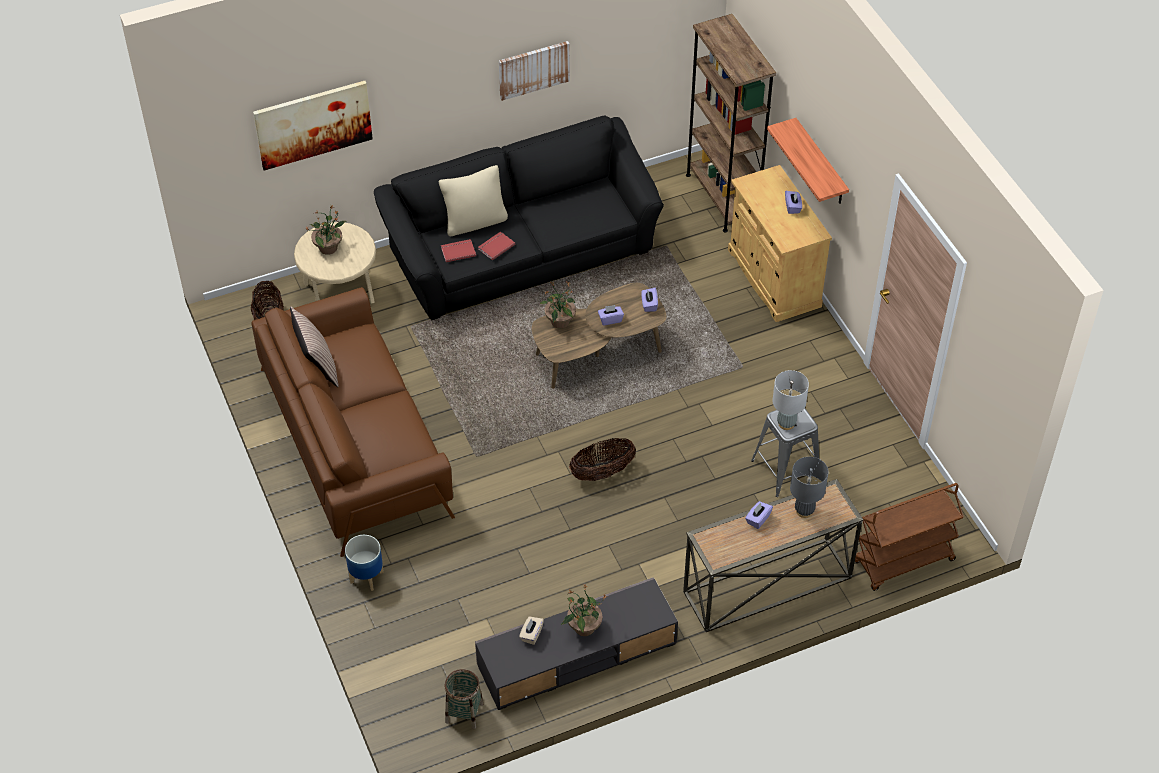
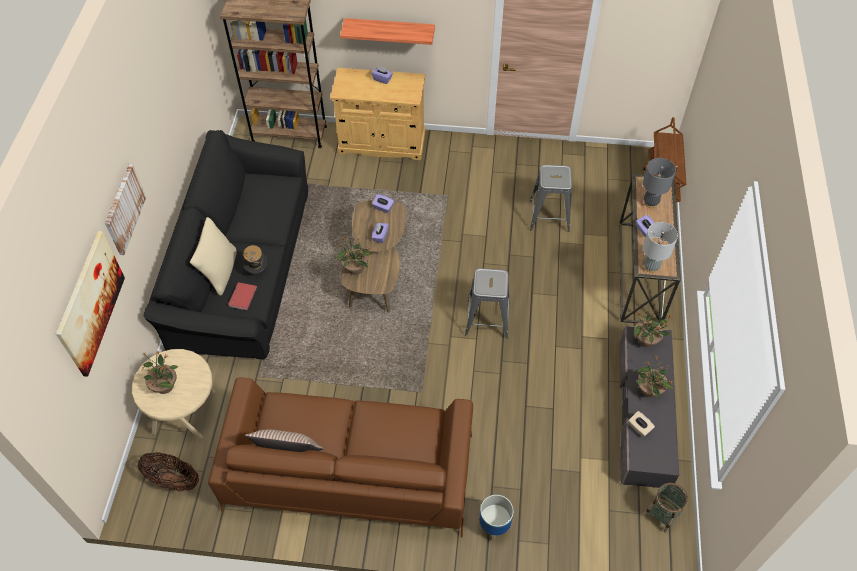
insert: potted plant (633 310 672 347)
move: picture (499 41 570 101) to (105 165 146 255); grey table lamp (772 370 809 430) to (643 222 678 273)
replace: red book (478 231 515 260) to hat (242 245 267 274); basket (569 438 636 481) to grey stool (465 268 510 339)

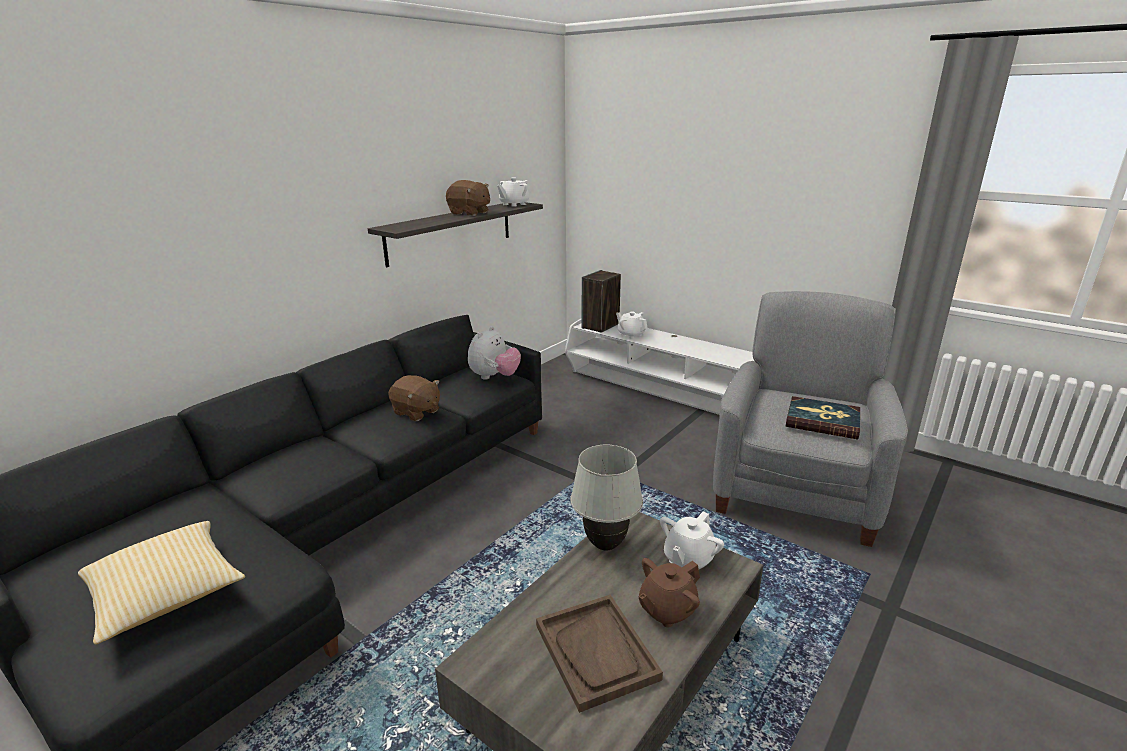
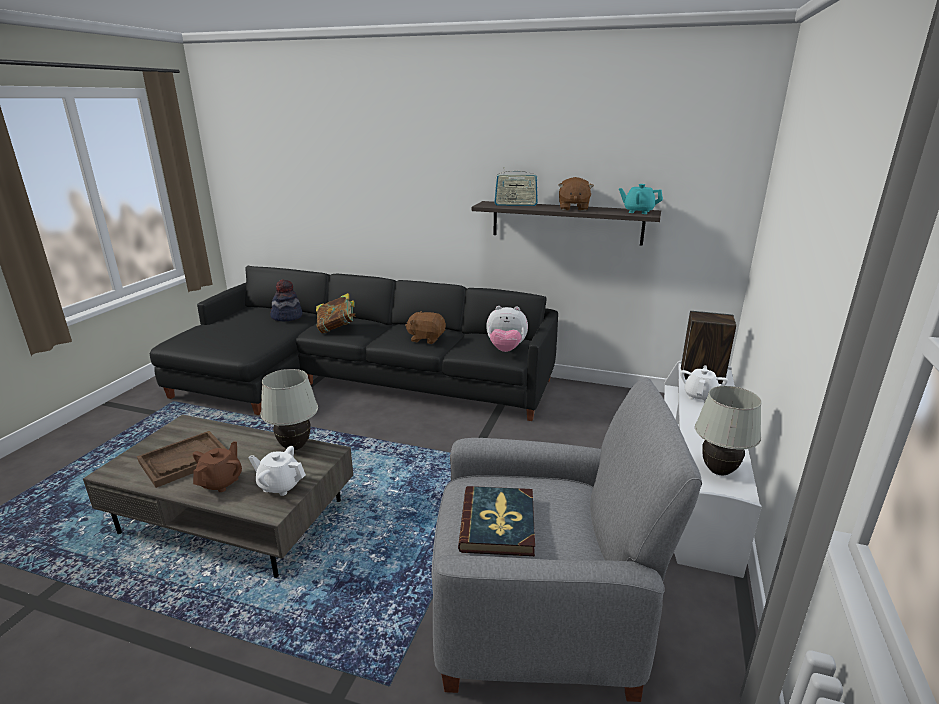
delete: pillow (78 521 245 645)
insert: radio (494 167 538 206); hat (270 279 302 321); book (316 293 356 333); white table lamp (695 386 762 475)
recolor: white teapot (497 177 530 207) to turquoise teapot (619 184 663 214)
rotate: brown plush toy (388 375 440 421) = (405 311 446 344) 90 degrees clockwise; brown teapot (638 558 700 628) = (193 441 242 492) 75 degrees clockwise

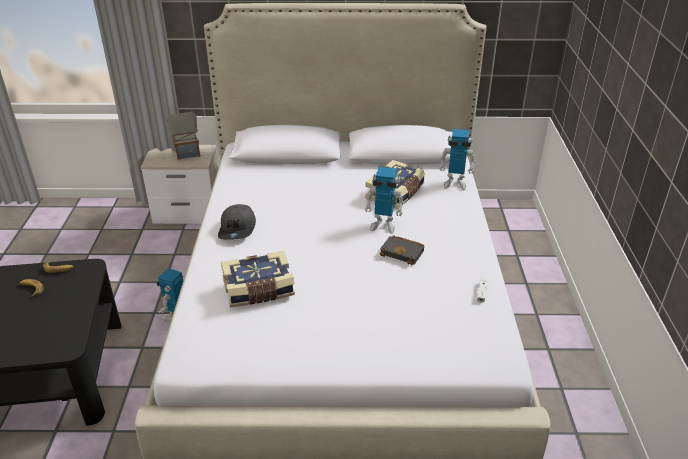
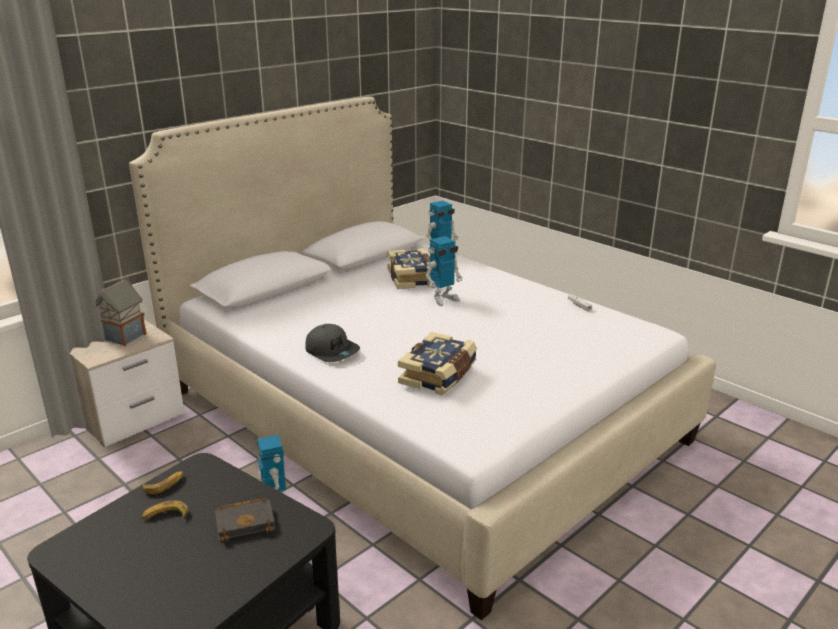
move: black book (379 235 424 265) to (215 498 275 542)

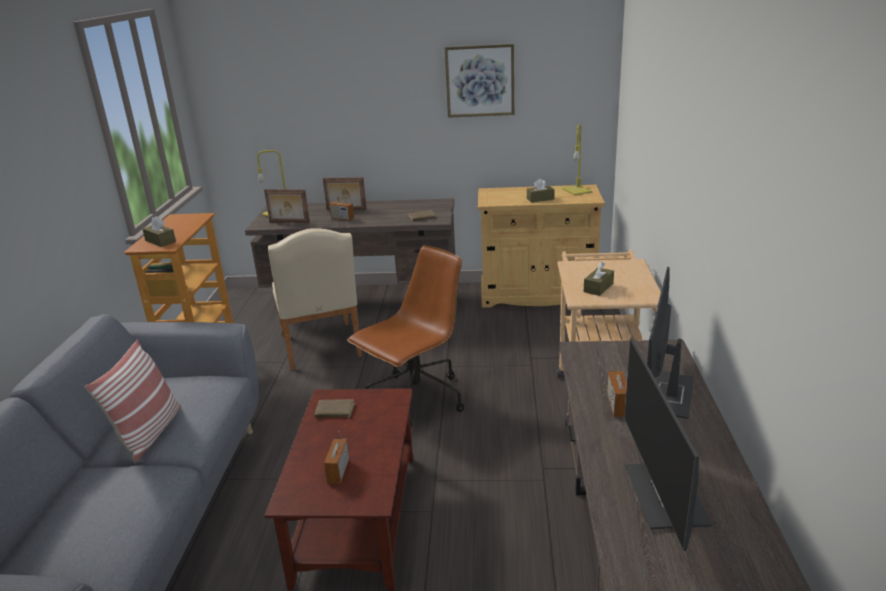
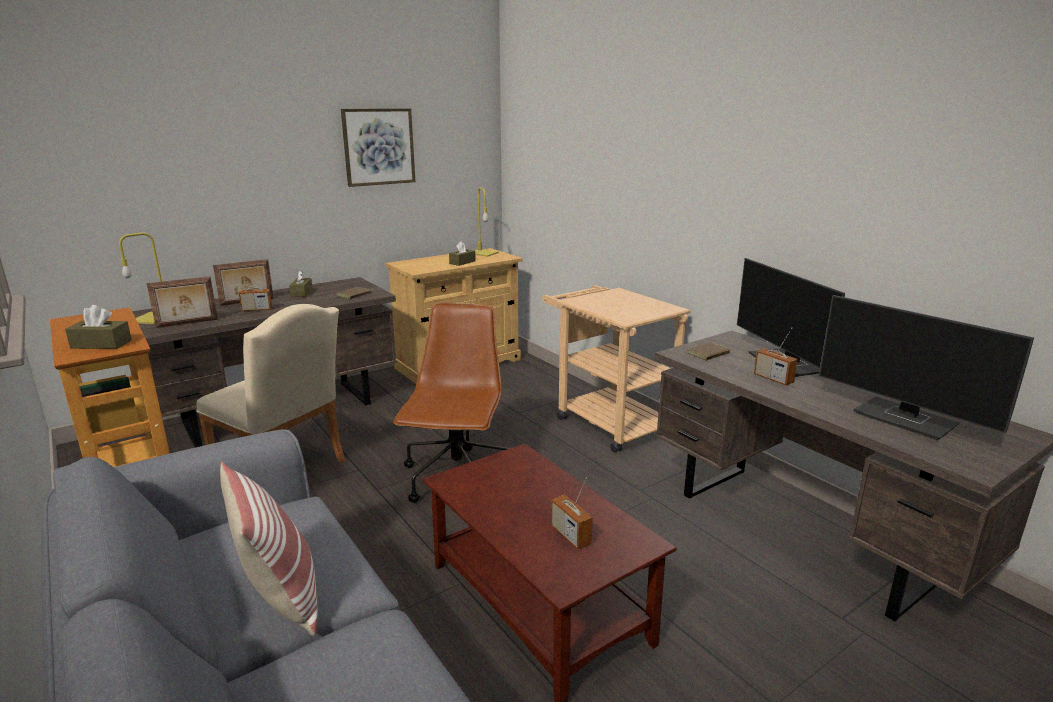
move: brown tissue box (584 262 614 296) to (289 270 313 297); brown book (315 399 355 419) to (687 342 737 361)

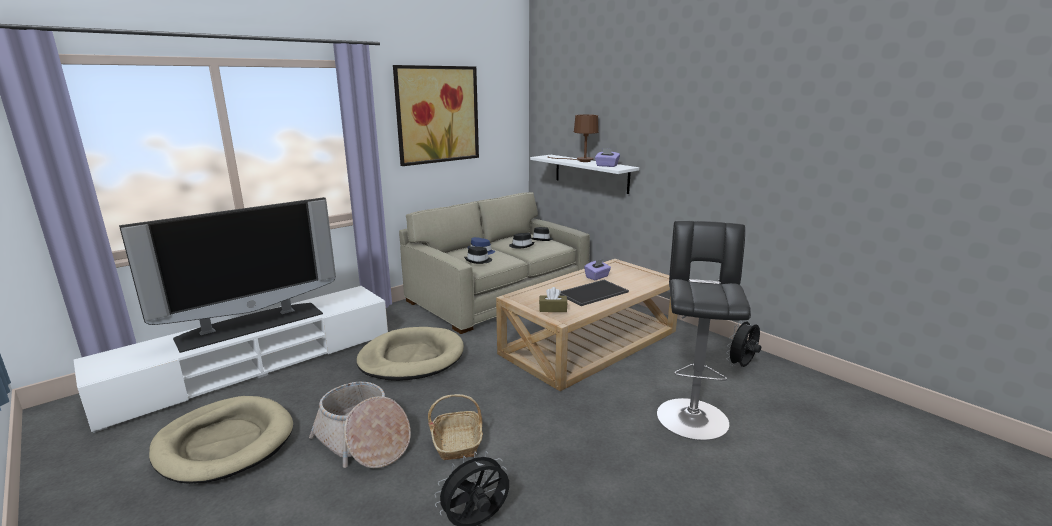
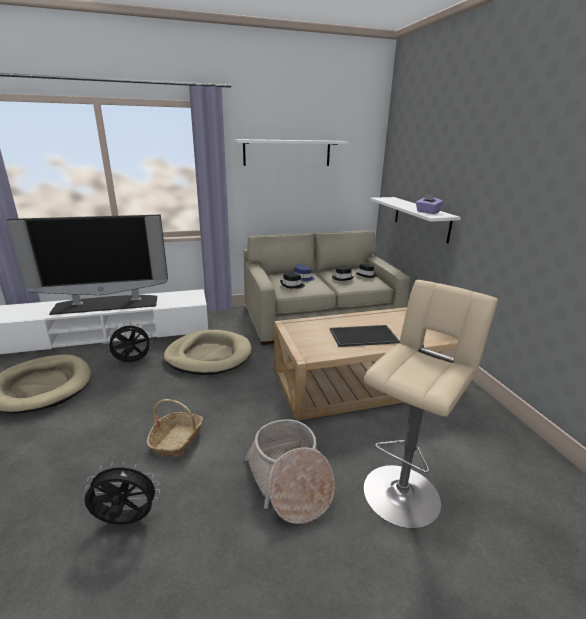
delete: brown table lamp (548 114 599 162); purple tissue box (584 259 611 280); brown tissue box (539 287 568 312)
move: black fan (726 320 761 367) to (107 323 152 362); basket (309 382 411 468) to (244 419 335 524)
replace: picture (393 65 479 166) to white shelf (233 139 349 166)
recolor: black stool (657 221 751 441) to beige stool (364 280 498 529)

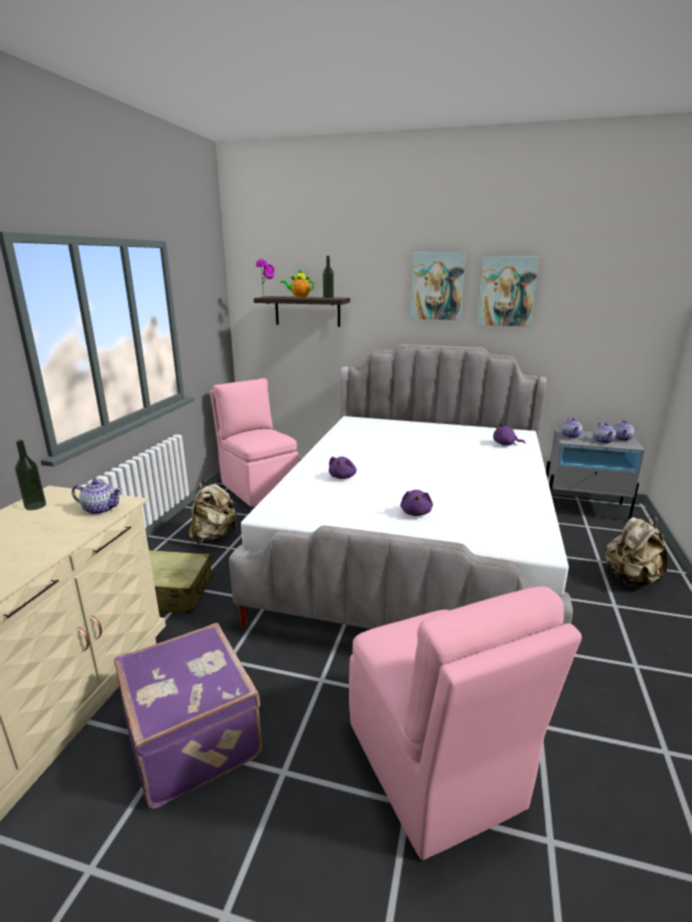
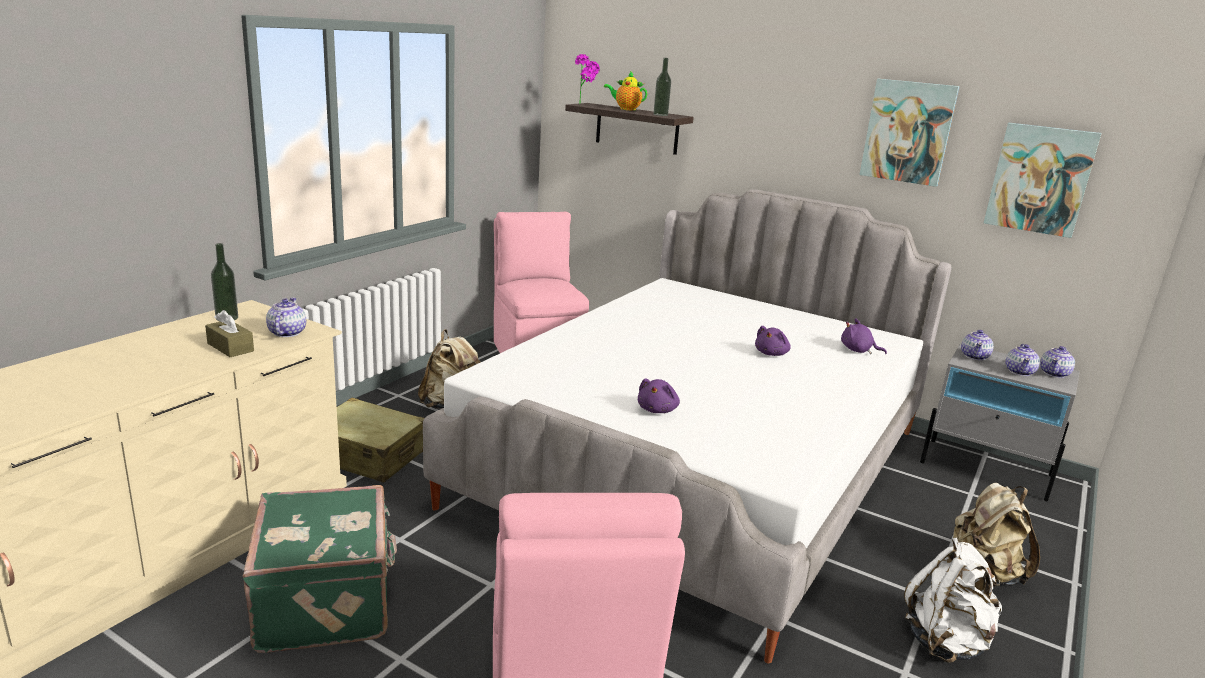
insert: brown tissue box (205 310 254 357); white backpack (904 538 1002 663)
move: picture (410 252 466 320) to (984 123 1102 238); purple plush toy (329 457 357 479) to (755 326 791 356)
recolor: purple suitcase (114 623 262 809) to green suitcase (243 485 397 653)
rotate: teapot (72 480 122 515) = (266 297 306 337) 120 degrees counterclockwise

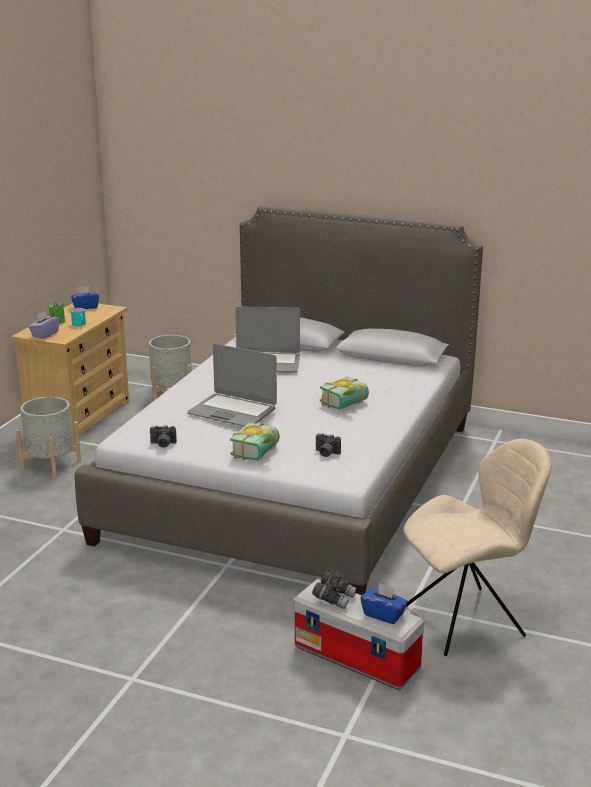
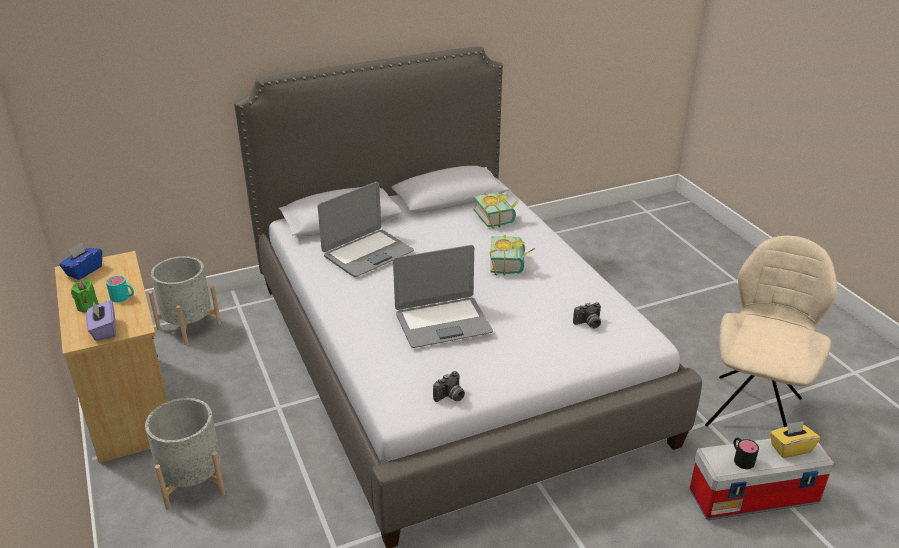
move: book (230 422 280 461) to (474 192 522 229)
replace: grey binoculars (312 570 357 609) to black mug (734 438 759 469)
recolor: blue tissue box (360 583 408 624) to yellow tissue box (770 421 820 458)

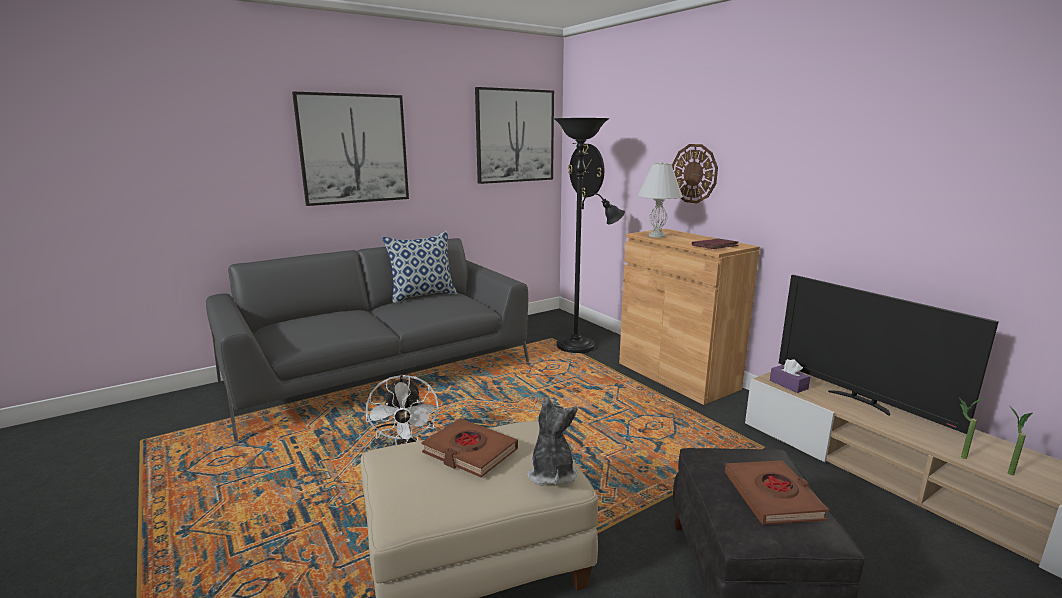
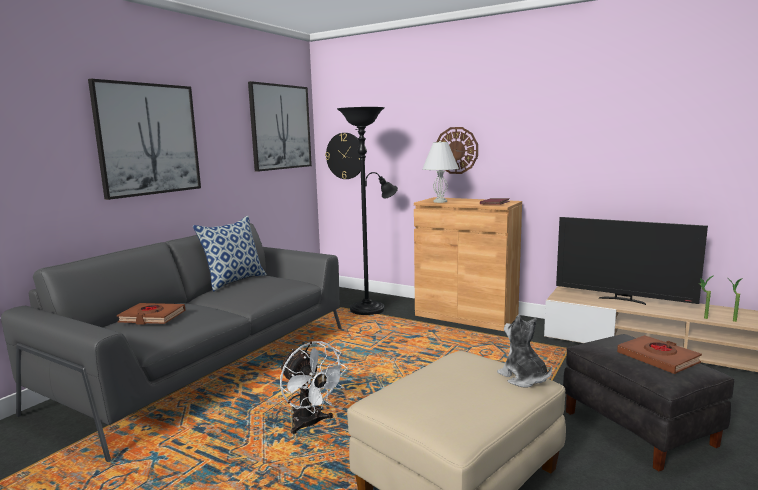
delete: purple tissue box (770 359 810 393)
move: brown book (421 418 518 477) to (117 303 185 325)

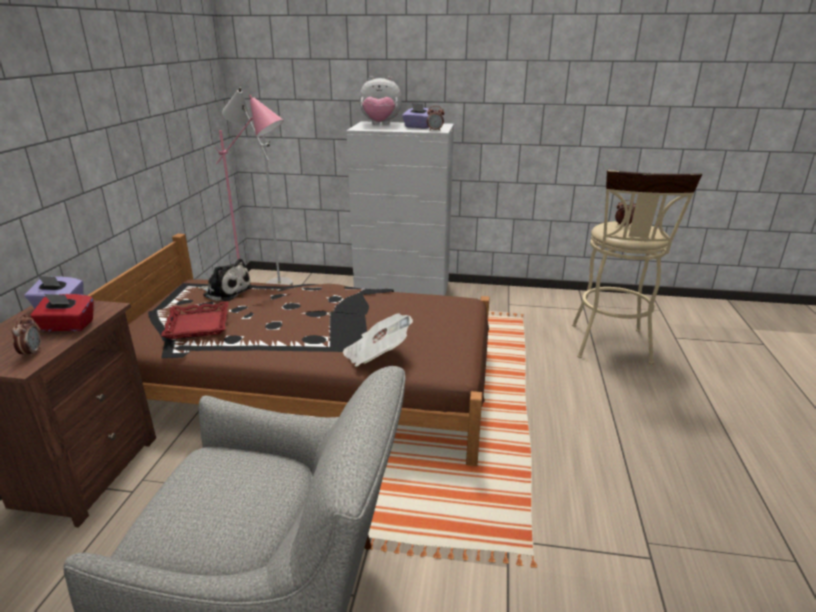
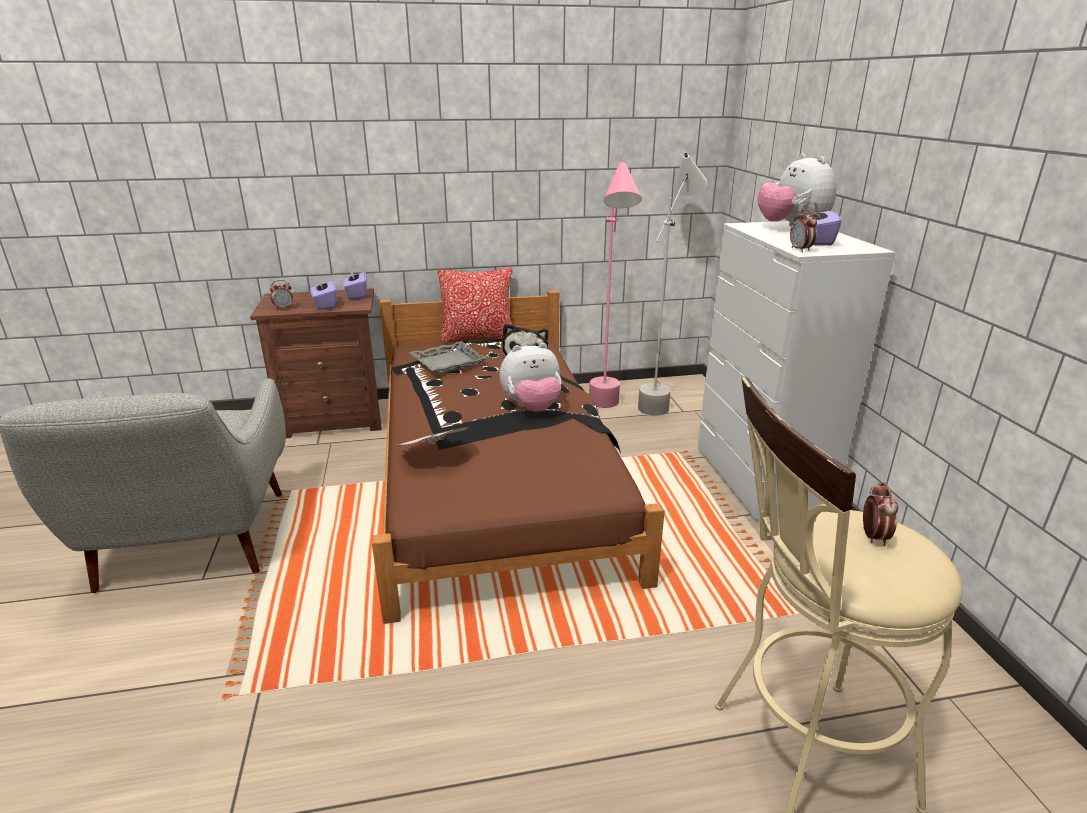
insert: pillow (437 268 513 342); plush toy (500 343 562 411)
recolor: red tissue box (31 294 93 331) to purple tissue box (310 276 337 310); red tray (161 302 229 339) to grey tray (410 341 487 375)

